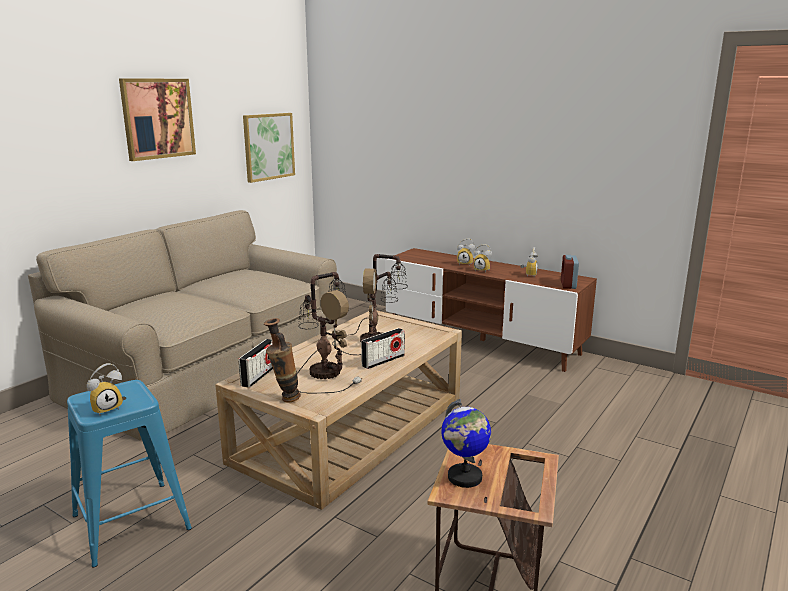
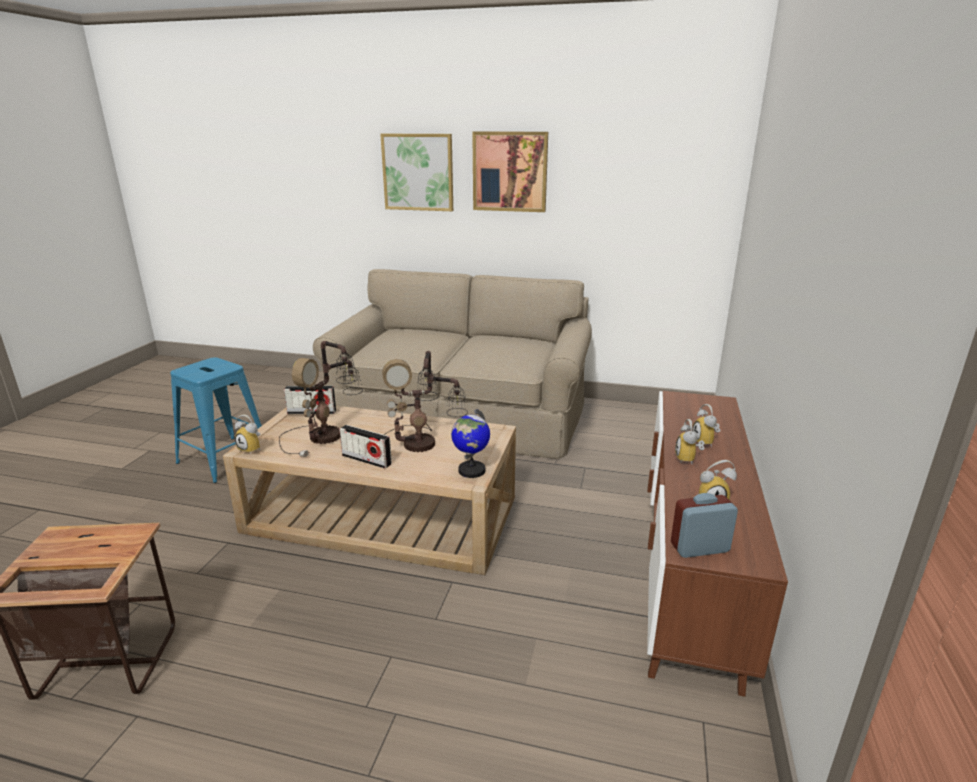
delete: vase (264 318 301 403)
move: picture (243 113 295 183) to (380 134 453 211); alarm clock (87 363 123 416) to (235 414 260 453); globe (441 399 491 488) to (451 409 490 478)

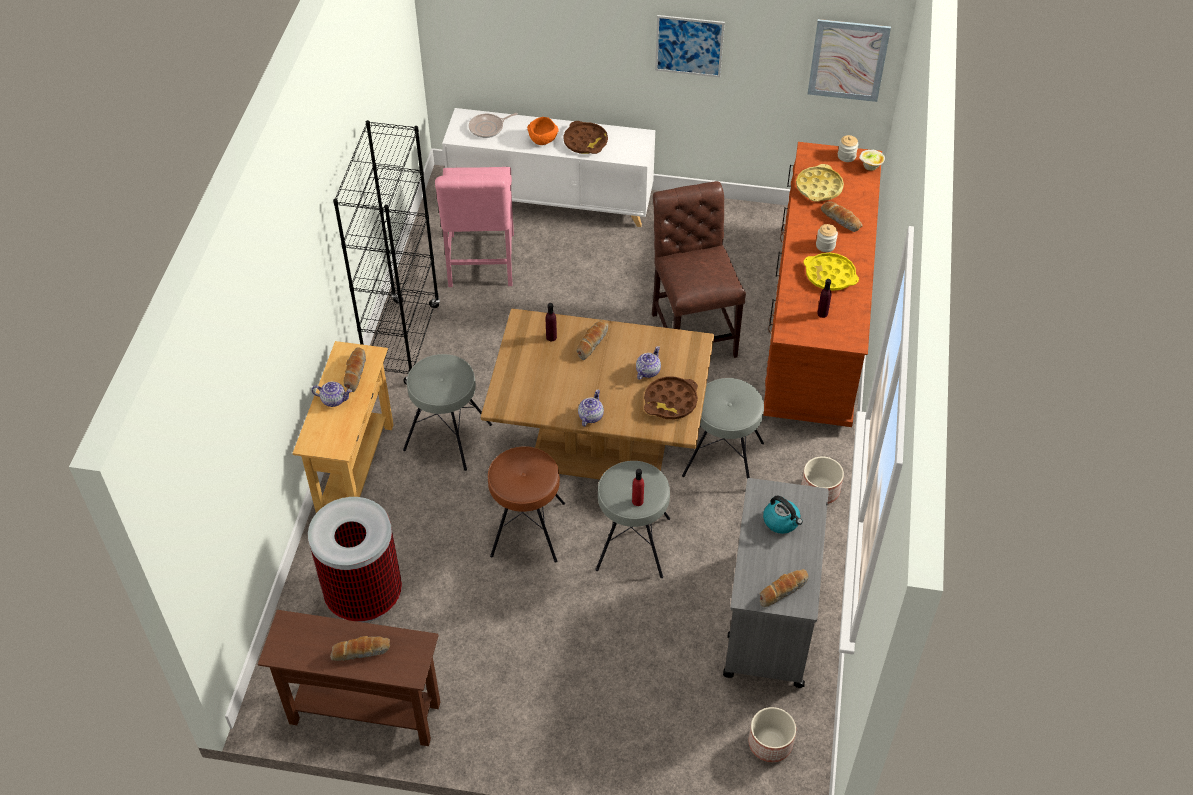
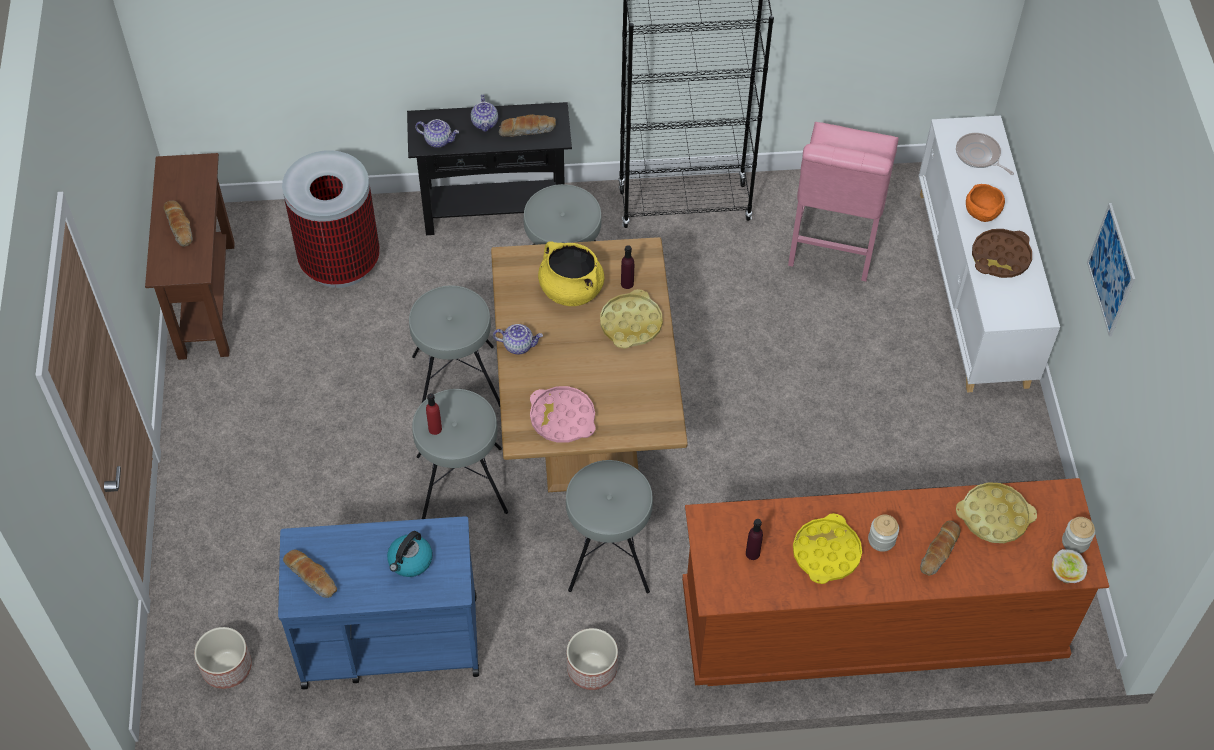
delete: picture (808 19 891 102); brown chair (652 181 746 358)
insert: yellow cooking pot (538 241 604 306)
move: teapot (636 346 661 380) to (415 119 459 148)
replace: bread (576 319 608 360) to yellow tray (600 289 663 349)
recolor: beige console table (292 341 394 513) to black console table (407 102 572 235); brown tray (644 376 698 419) to pink tray (530 386 596 443); brown stool (488 446 565 563) to grey stool (409 285 500 407); grey cart (723 478 829 688) to blue cart (278 516 479 689)
rotate: pink chair (435 167 514 287) = (788 122 899 281) 60 degrees counterclockwise

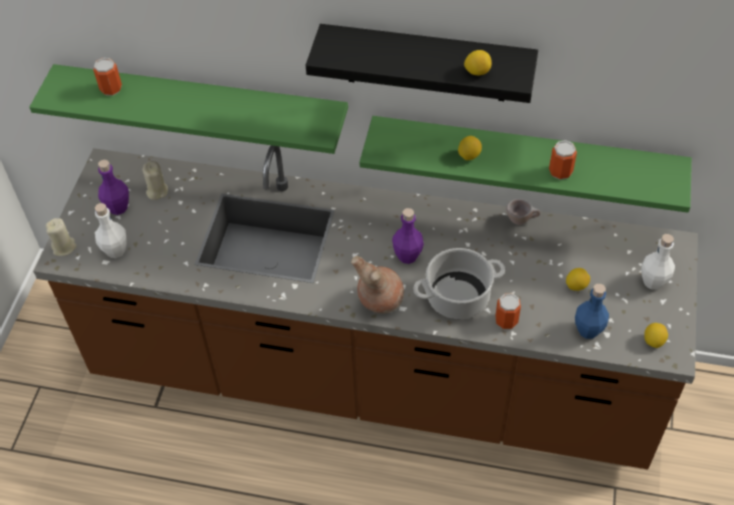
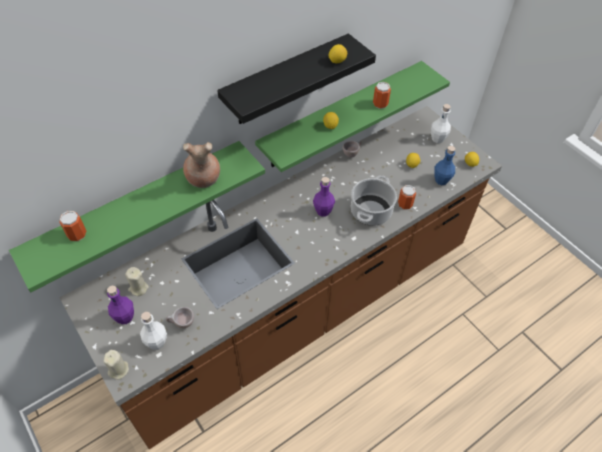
insert: beige cup (166 307 194 328)
move: brown vase (351 256 404 314) to (183 142 220 188)

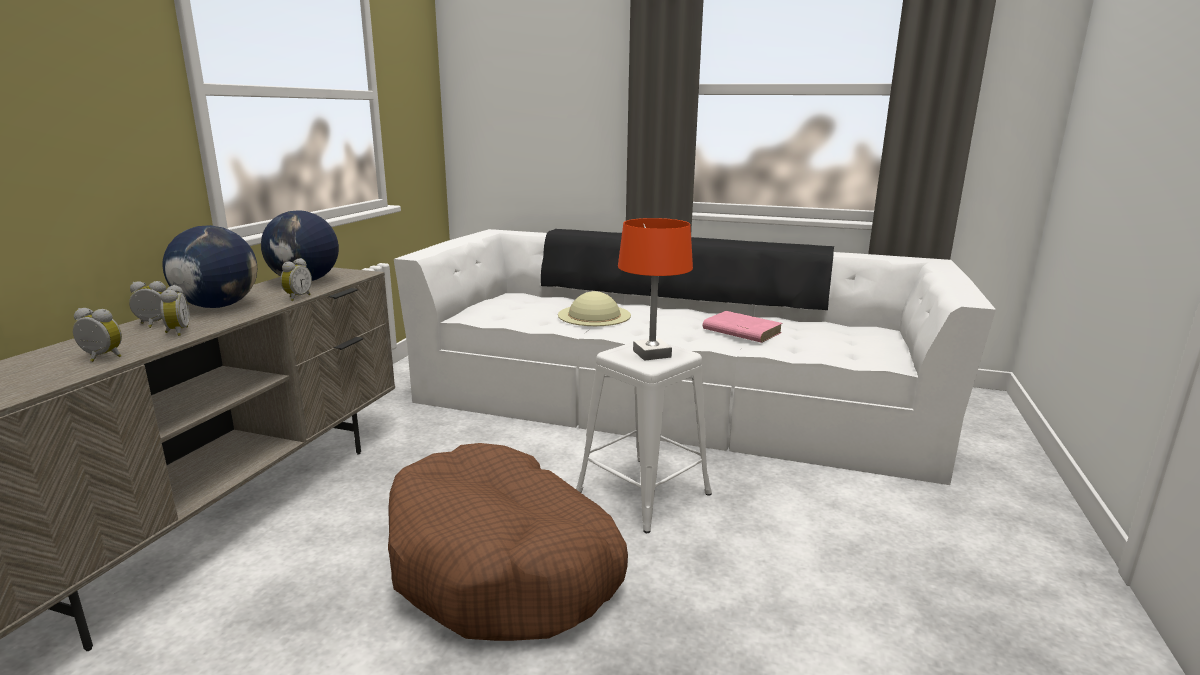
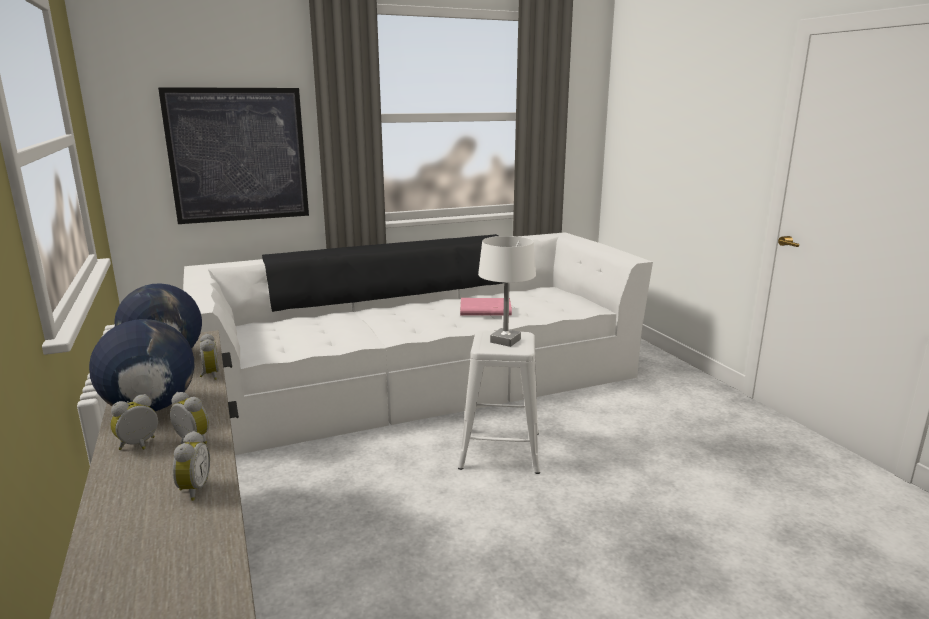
delete: beige hat (558 291 631 326); brown dog bed (388 443 628 641)
insert: picture (158 87 309 224)
recolor: orange table lamp (618 218 693 361) to white table lamp (478 236 536 347)
rotate: alarm clock (73 308 122 362) = (173 431 210 501) 120 degrees clockwise

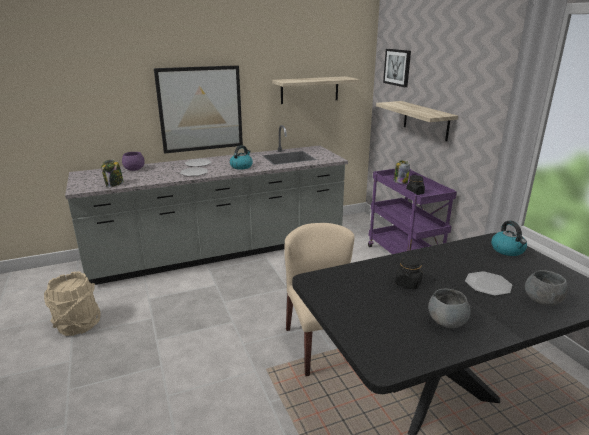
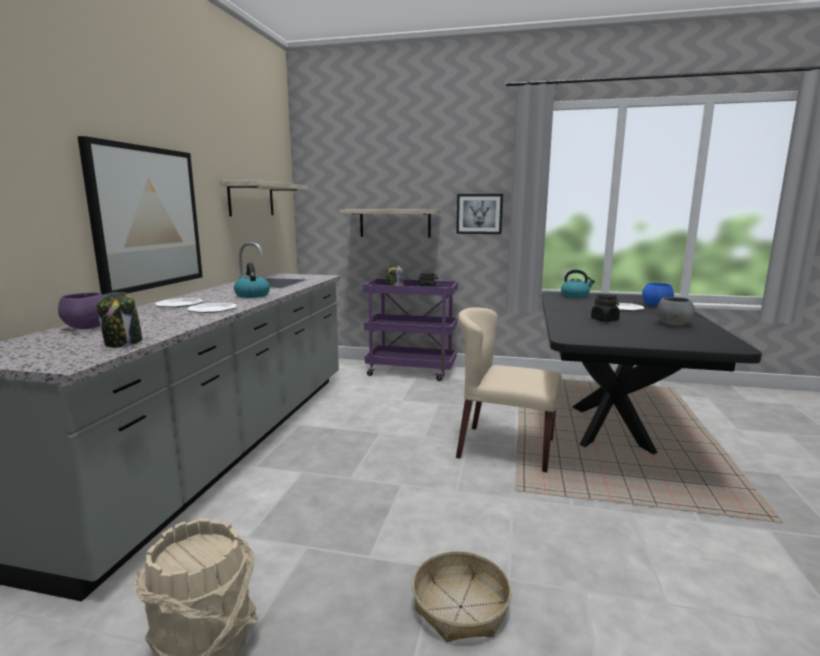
insert: basket (412 551 512 642)
move: picture (383 49 411 87) to (456 194 503 234)
recolor: grey bowl (525 270 568 306) to blue bowl (642 283 674 306)

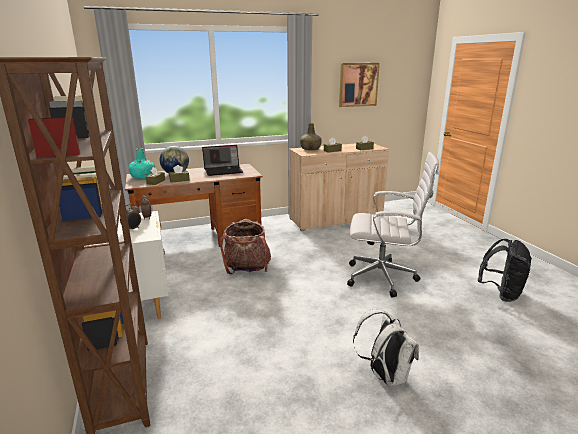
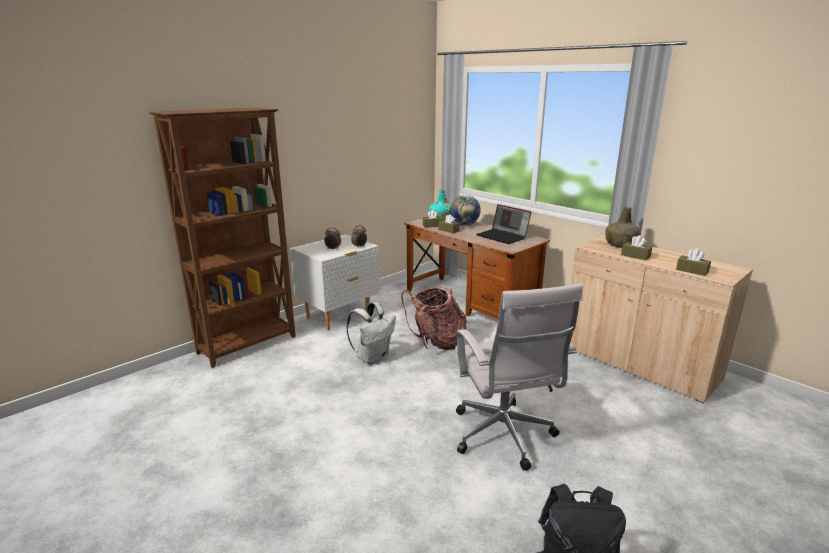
delete: picture (339 63 380 107)
move: white backpack (353 310 419 387) to (346 302 396 365)

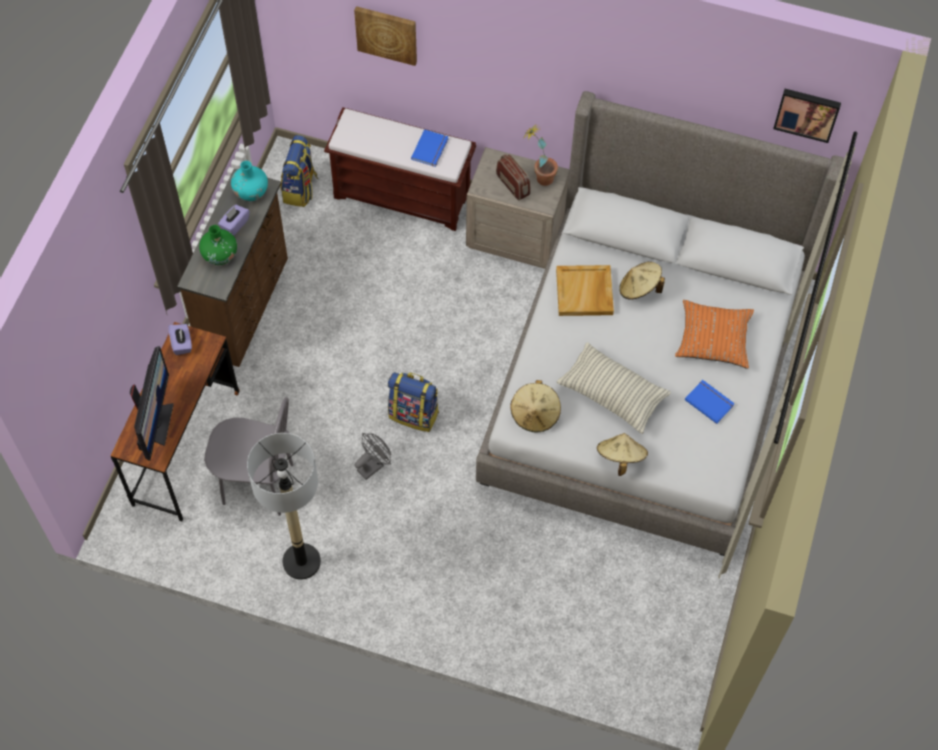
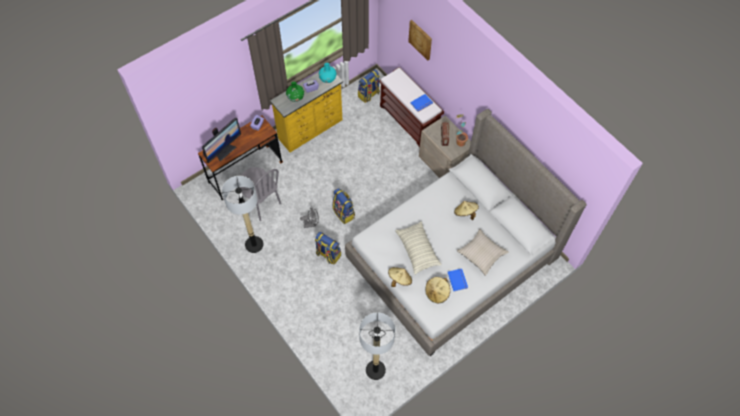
delete: picture (773 89 841 143); beige tray (556 265 614 316)
insert: backpack (315 232 341 264); floor lamp (359 312 395 380)
move: beige hat (510 380 561 433) to (425 277 450 303)
recolor: brown dresser (177 169 288 367) to yellow dresser (270 72 343 152); orange pillow (675 300 754 369) to beige pillow (457 229 508 276)

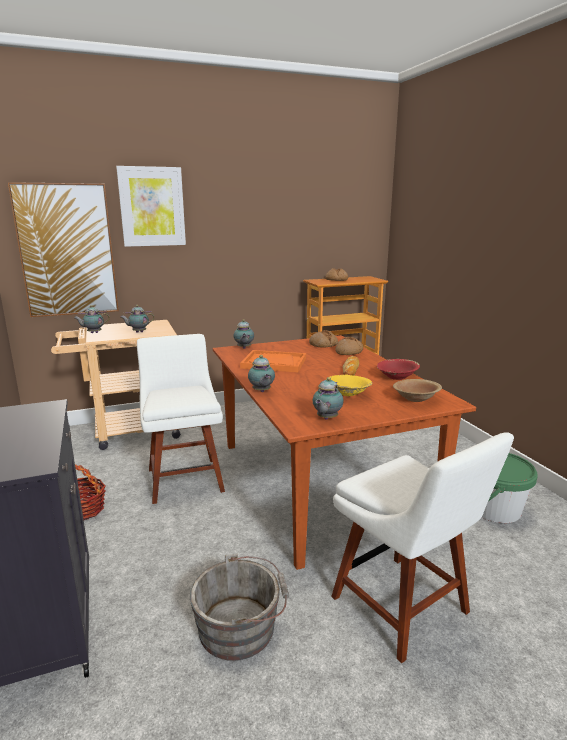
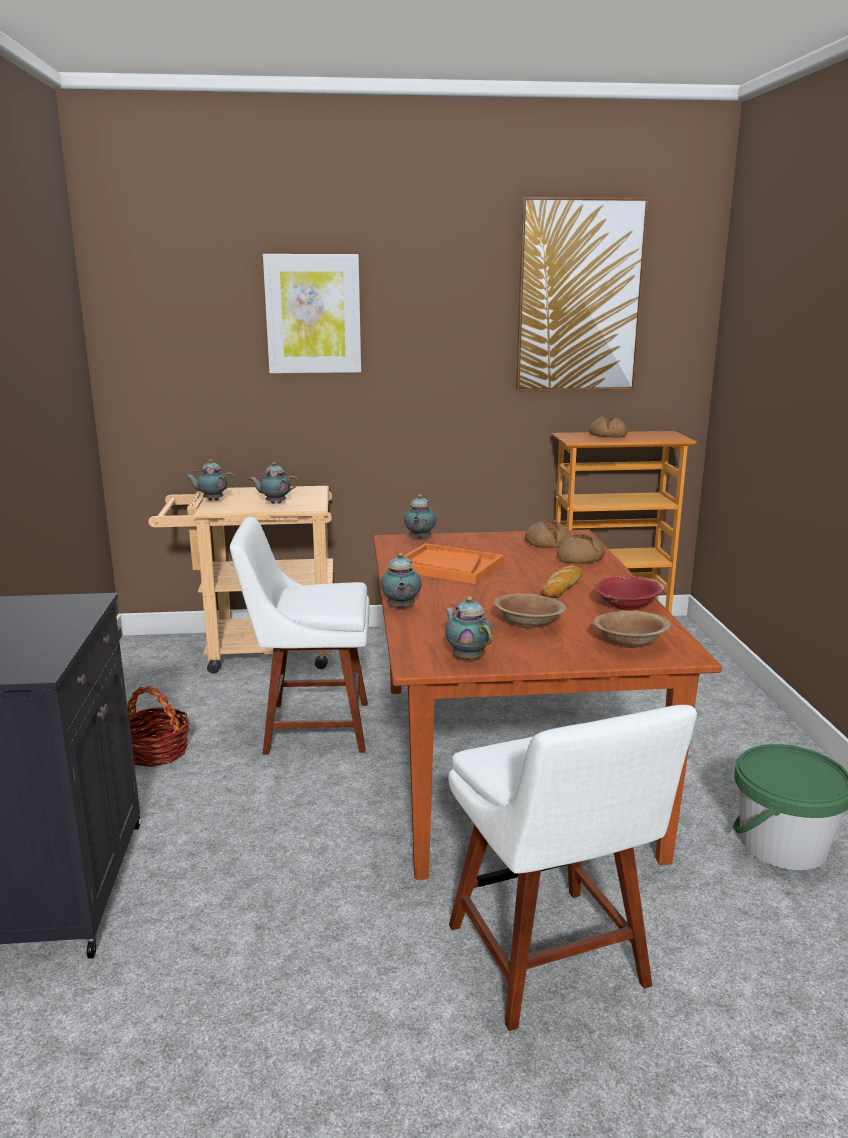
delete: grey bucket (190 554 289 661)
move: picture (8 182 119 317) to (516 197 648 391)
recolor: yellow bowl (326 375 372 396) to brown bowl (493 594 566 628)
rotate: white chair (137 334 225 504) = (230 517 370 755) 90 degrees counterclockwise; teapot (312 377 344 420) = (445 596 493 661) 105 degrees clockwise

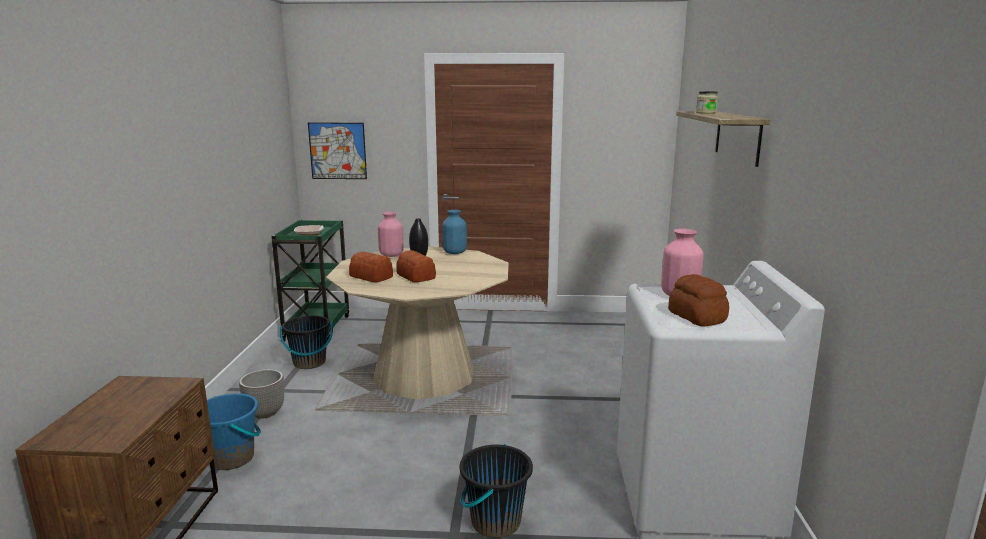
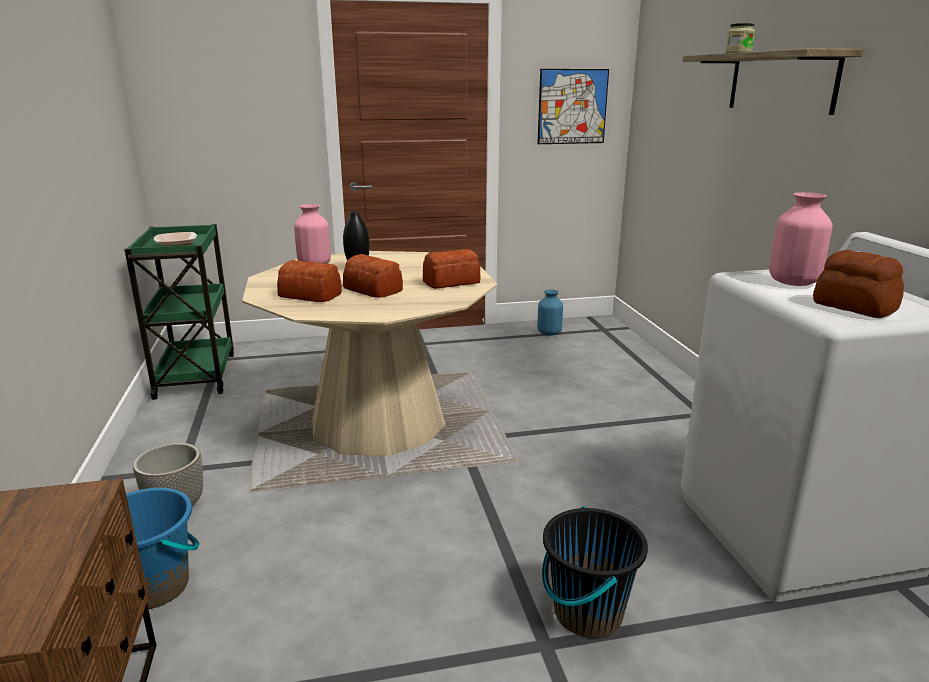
delete: black bucket (280 315 333 369)
insert: bread (423 249 480 289)
move: picture (308 123 367 179) to (537 69 609 144); blue vase (442 210 467 254) to (537 290 563 335)

